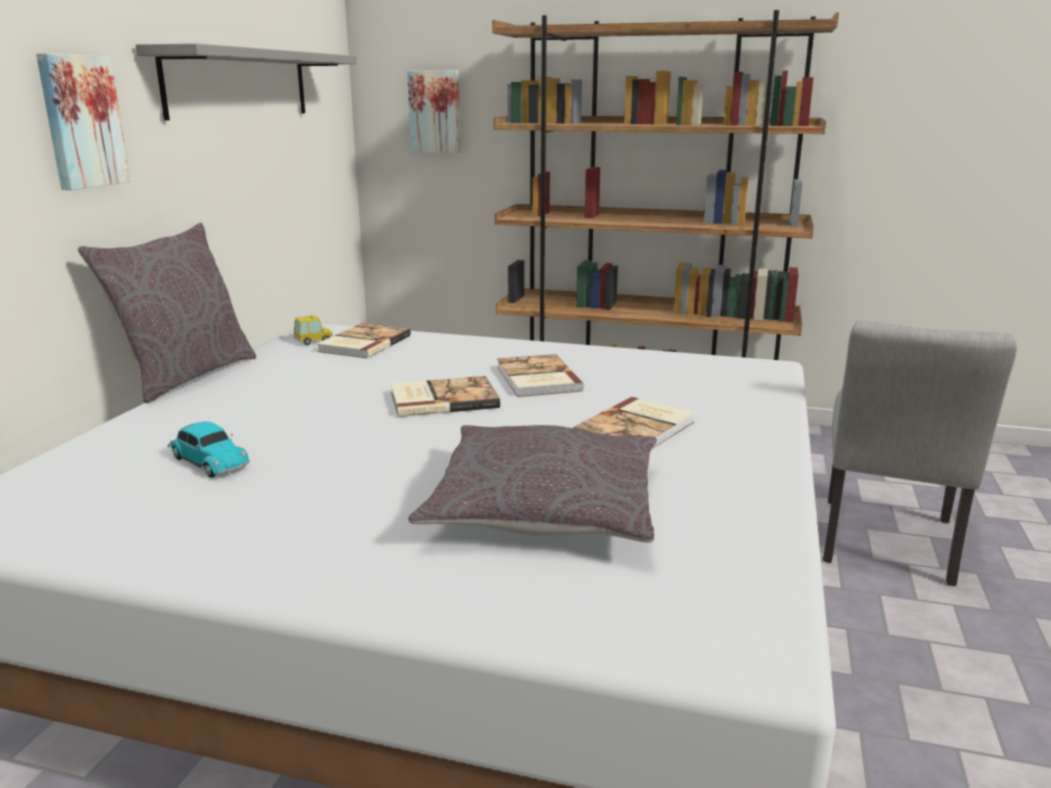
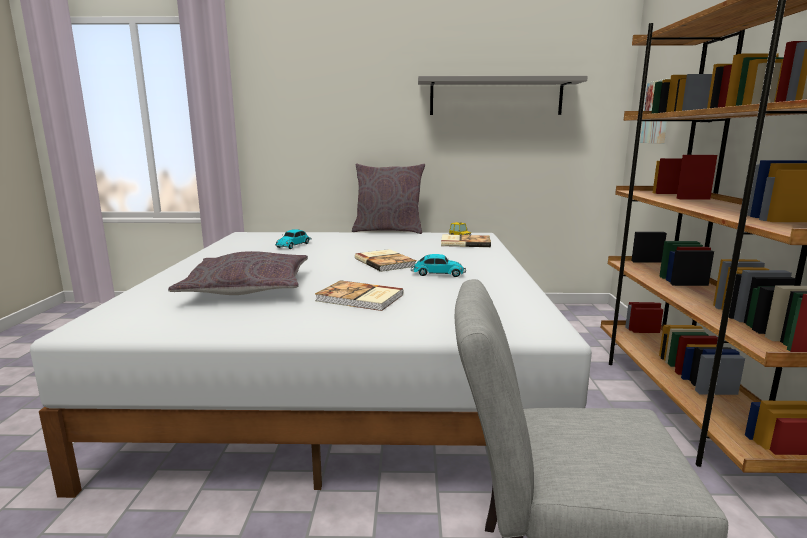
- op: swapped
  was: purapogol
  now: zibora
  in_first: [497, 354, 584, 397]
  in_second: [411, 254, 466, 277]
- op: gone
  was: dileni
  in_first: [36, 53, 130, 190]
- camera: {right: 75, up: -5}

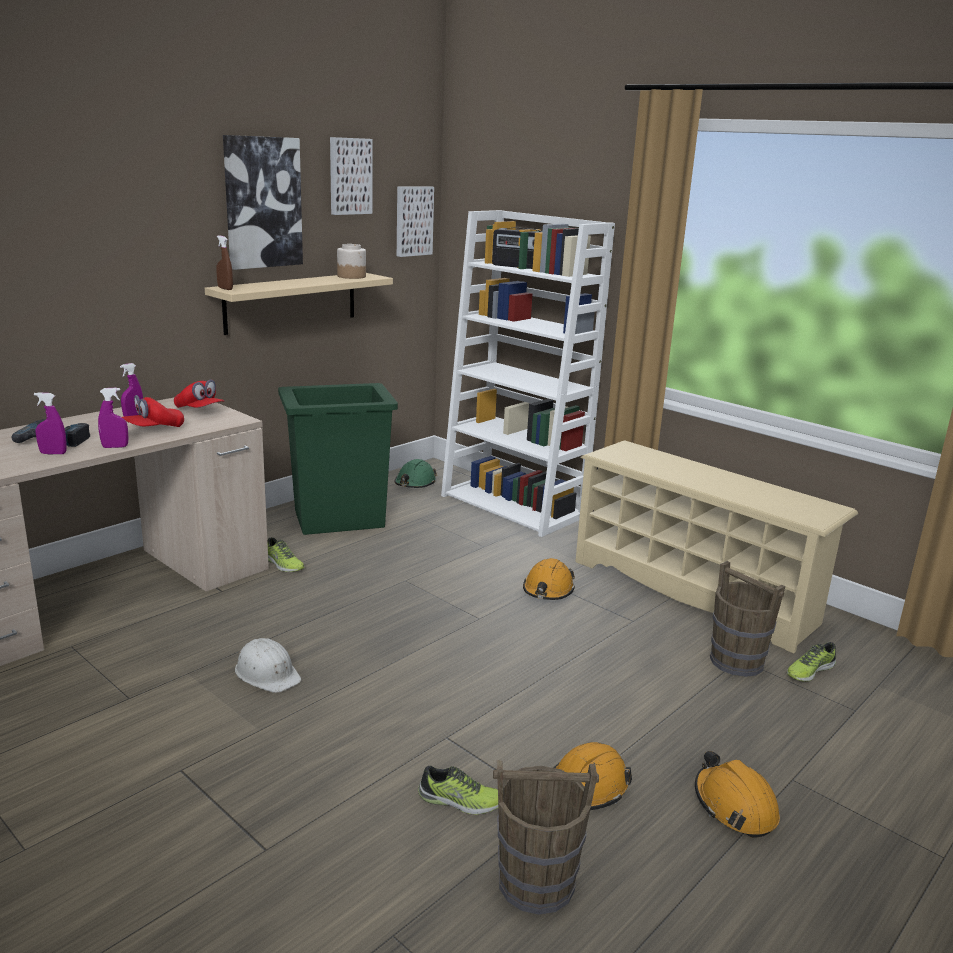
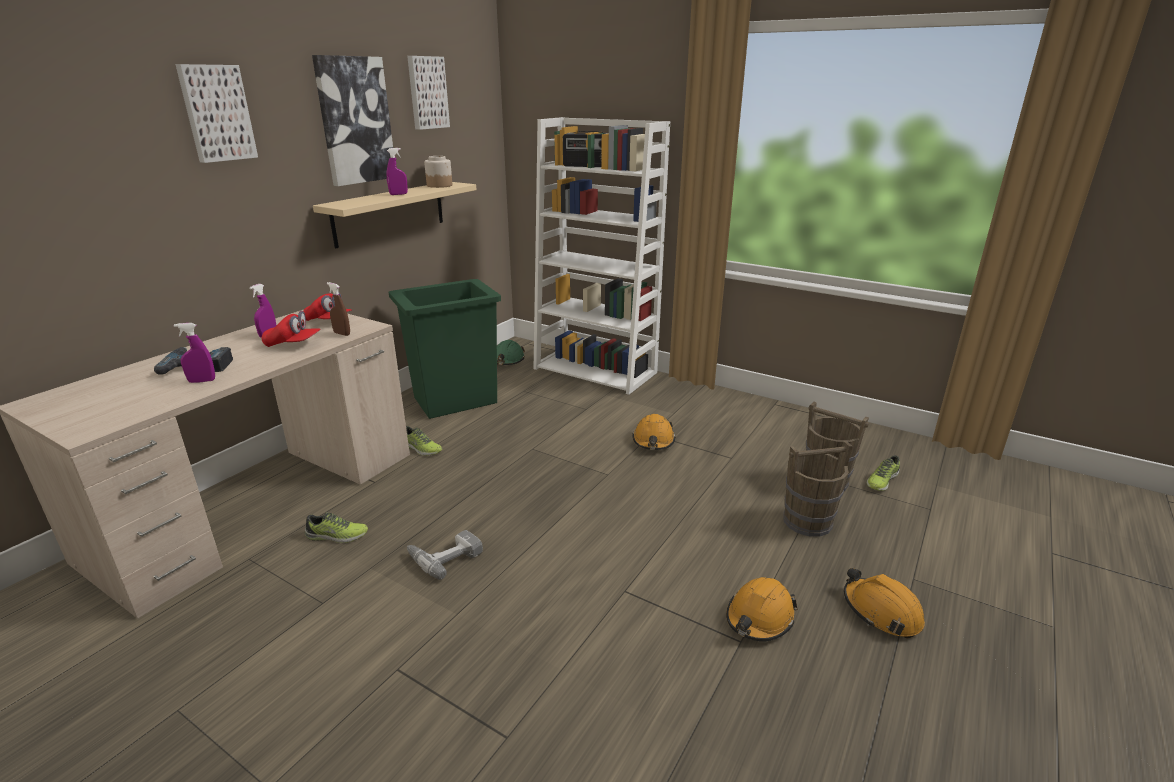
- op: shifted
  was: dileni
  in_first: [397, 186, 434, 257]
  in_second: [175, 64, 258, 163]
- op: rotated
  was: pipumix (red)
  in_first: [122, 395, 184, 427]
  in_second: [262, 311, 320, 347]
  clockwise: -120
- op: shifted
  was: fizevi
  in_first: [418, 766, 498, 815]
  in_second: [305, 512, 368, 543]
- op: shifted
  was: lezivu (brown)
  in_first: [216, 235, 233, 290]
  in_second: [327, 282, 350, 336]
- op: shifted
  was: lezivu (purple)
  in_first: [98, 388, 129, 448]
  in_second: [387, 148, 408, 195]
- op: swapped
  was: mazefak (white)
  now: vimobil
  in_first: [235, 638, 301, 693]
  in_second: [407, 530, 483, 580]
- op: shifted
  was: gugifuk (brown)
  in_first: [493, 760, 599, 915]
  in_second: [784, 441, 853, 537]
- op: gone
  was: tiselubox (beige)
  in_first: [575, 440, 858, 653]
- camera: {right: -10, up: 5}

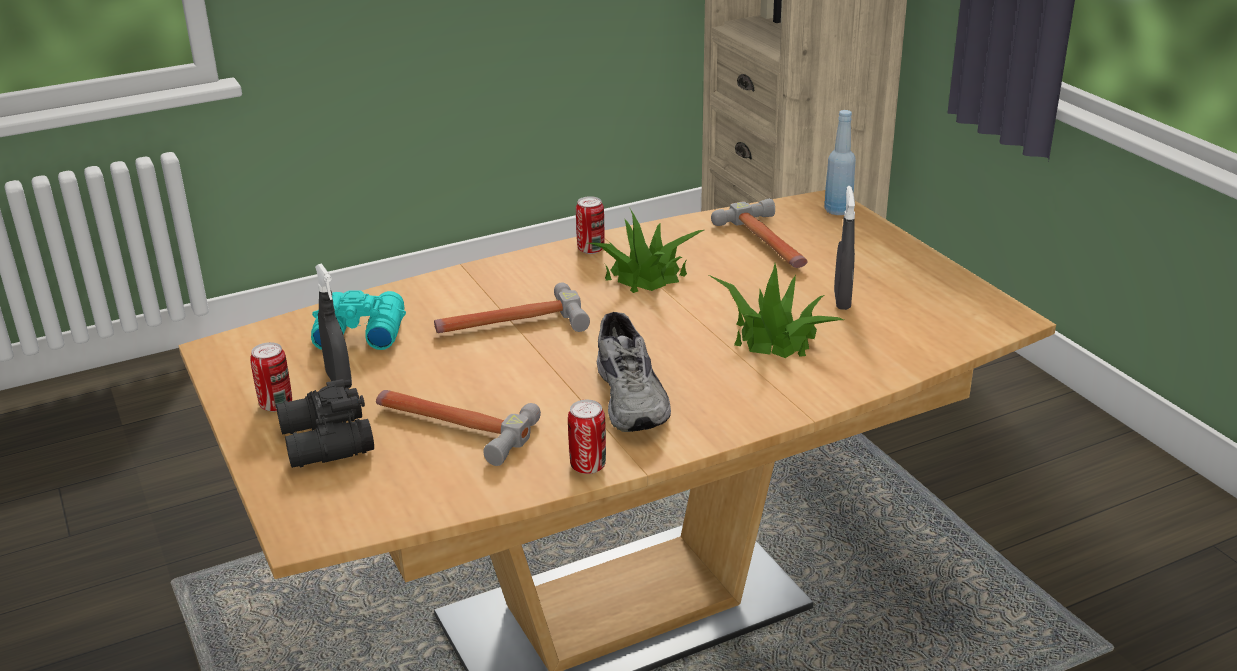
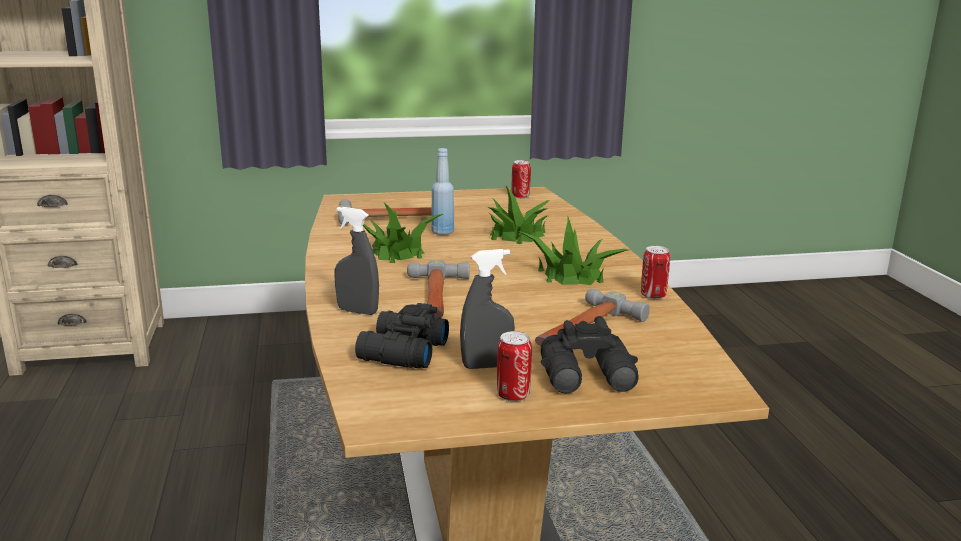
- op: shifted
  was: lezivu (grey)
  in_first: [834, 186, 855, 310]
  in_second: [334, 207, 379, 315]
- op: repainted
  was: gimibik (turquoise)
  now: gimibik (black)
  in_first: [311, 290, 406, 350]
  in_second: [355, 303, 449, 368]
- op: shifted
  was: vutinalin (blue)
  in_first: [824, 110, 856, 215]
  in_second: [431, 148, 454, 235]
- op: shifted
  was: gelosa
  in_first: [576, 196, 604, 254]
  in_second: [512, 160, 531, 198]
- op: swapped
  was: fizevi (grey)
  now: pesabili
  in_first: [597, 312, 671, 432]
  in_second: [518, 215, 629, 285]
- camera: {right: -75, up: -10}

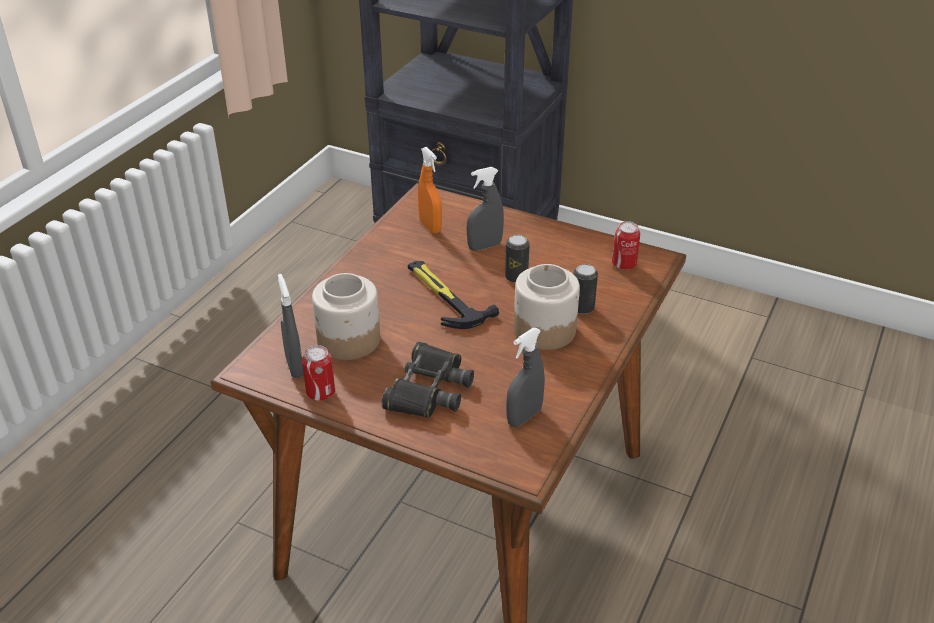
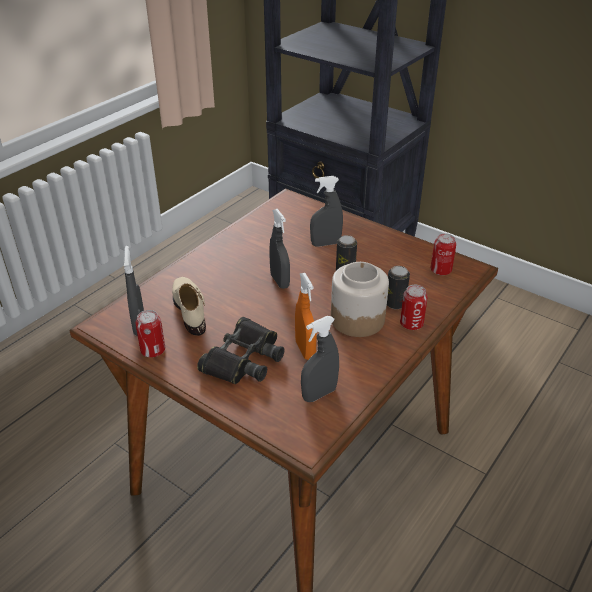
- op: swapped
  was: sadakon
  now: fizevi (beige)
  in_first: [312, 273, 380, 360]
  in_second: [172, 277, 206, 336]
- op: swapped
  was: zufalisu
  now: lezivu (grey)
  in_first: [408, 261, 499, 329]
  in_second: [269, 209, 290, 289]
- op: shifted
  was: lezivu (orange)
  in_first: [418, 147, 442, 233]
  in_second: [295, 273, 317, 360]
- op: new
  now: gelosa
  in_second: [400, 285, 428, 330]
- camera: {right: 10, up: 0}

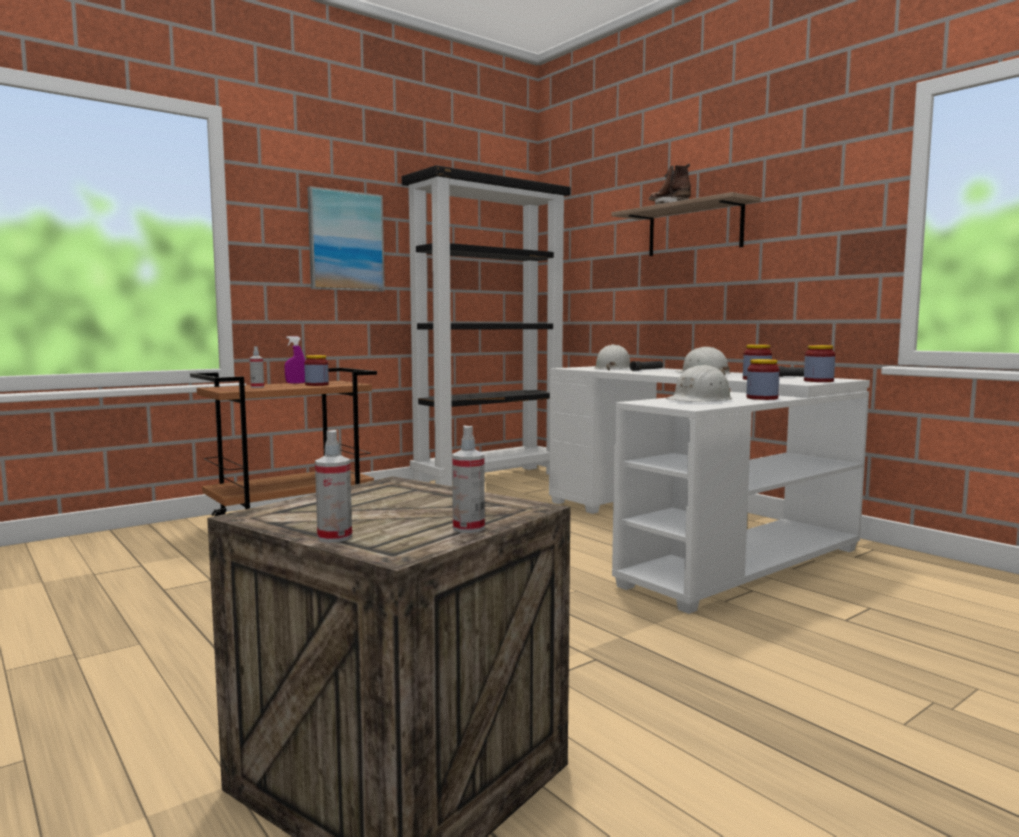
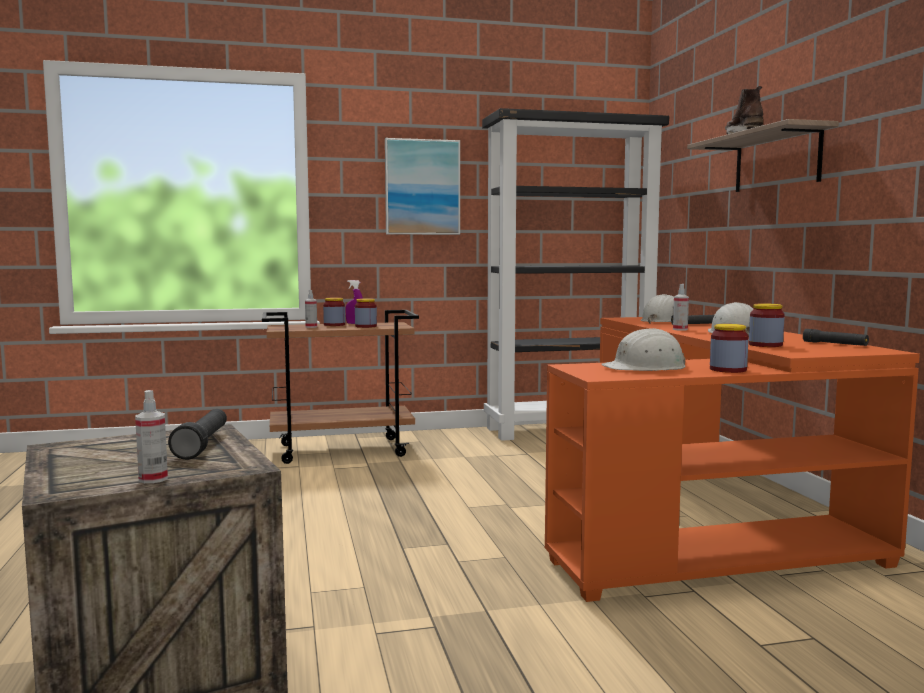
- op: new
  now: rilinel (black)
  in_second: [168, 409, 227, 460]
- op: shifted
  was: sadakon
  in_first: [804, 345, 835, 382]
  in_second: [323, 297, 345, 326]
- op: repainted
  was: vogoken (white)
  now: vogoken (orange)
  in_first: [549, 366, 870, 614]
  in_second: [545, 317, 920, 602]
- op: shifted
  was: lezivu
  in_first: [315, 430, 352, 543]
  in_second: [673, 284, 689, 331]
- camera: {right: 25, up: 0}

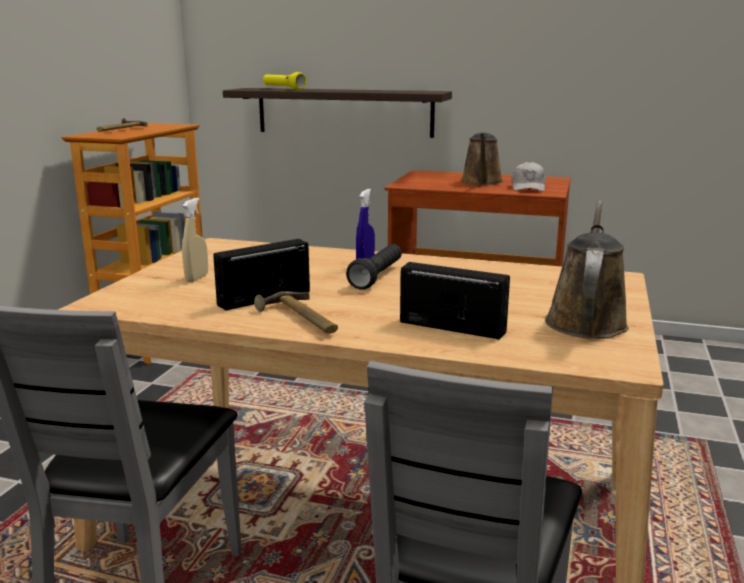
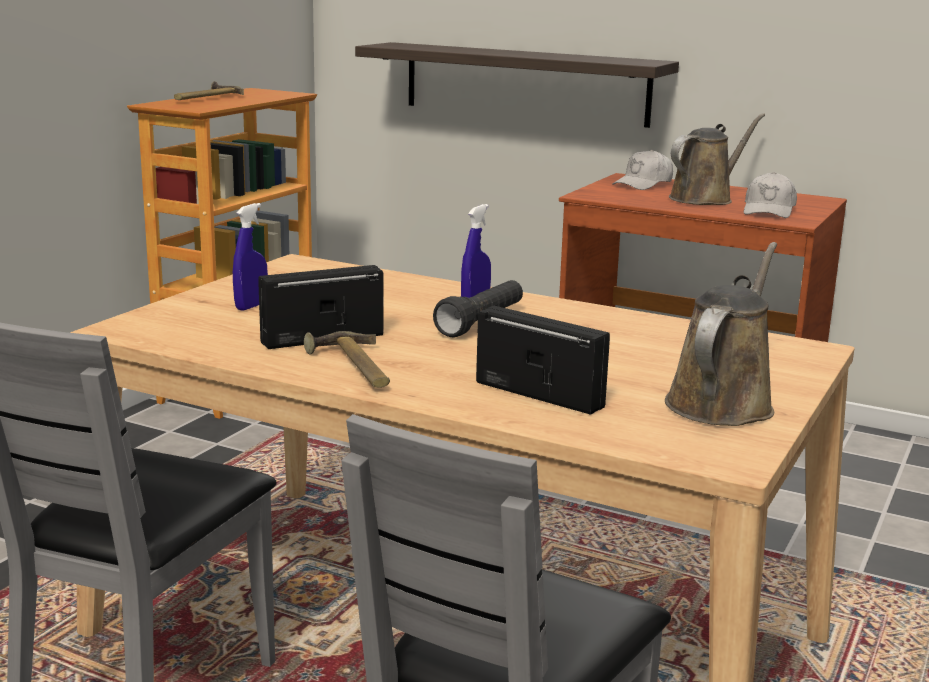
- op: repainted
  was: lezivu (beige)
  now: lezivu (blue)
  in_first: [182, 198, 208, 282]
  in_second: [233, 203, 268, 311]
- op: new
  now: pipumix (white)
  in_second: [613, 150, 673, 190]
- op: rotated
  was: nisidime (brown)
  in_first: [461, 133, 503, 185]
  in_second: [669, 113, 765, 205]
  clockwise: -150
- op: gone
  was: rilinel (yellow)
  in_first: [263, 72, 307, 90]
- camera: {right: 10, up: 0}

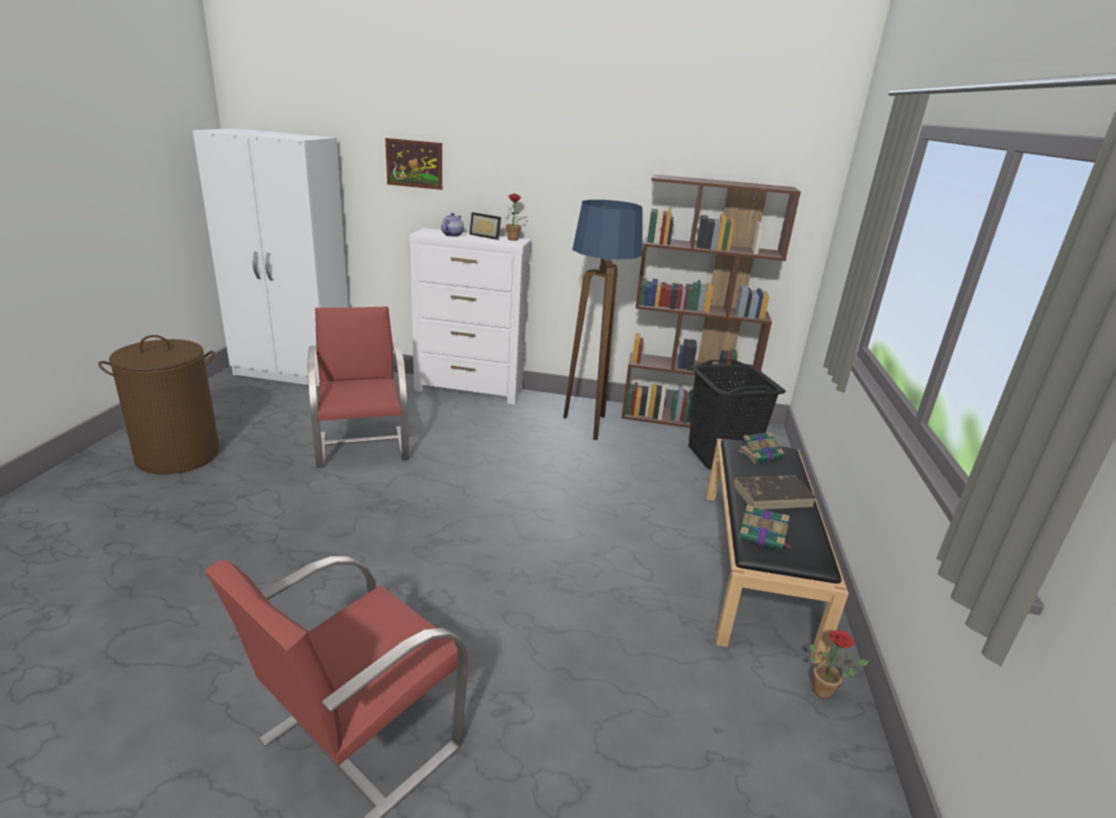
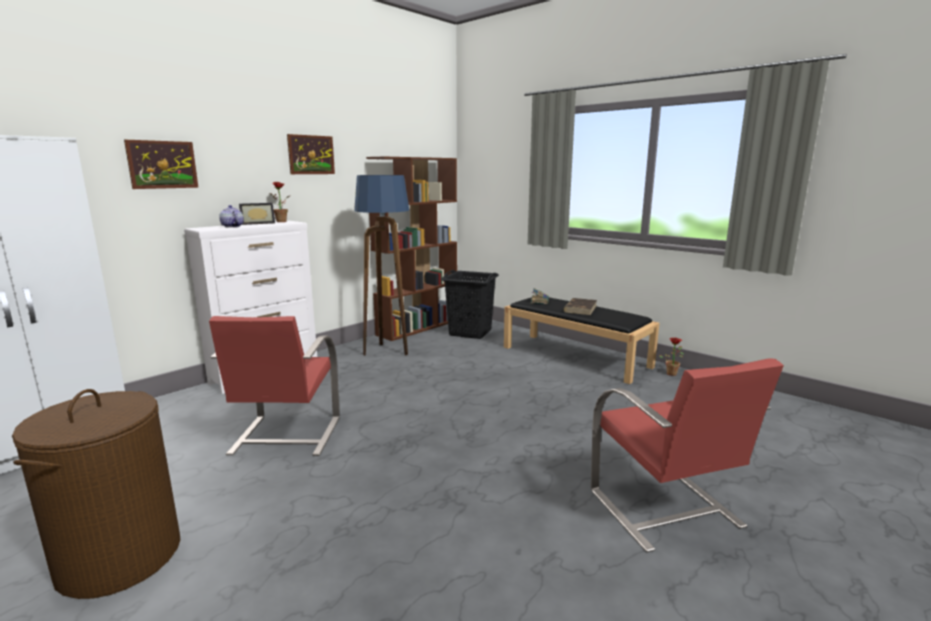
- op: rotated
  was: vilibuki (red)
  in_first: [308, 307, 409, 468]
  in_second: [209, 316, 340, 456]
  clockwise: -105
- op: new
  now: dileni
  in_second: [287, 134, 335, 174]
- op: gone
  was: purapogol
  in_first: [739, 505, 792, 551]
- camera: {right: -55, up: -10}

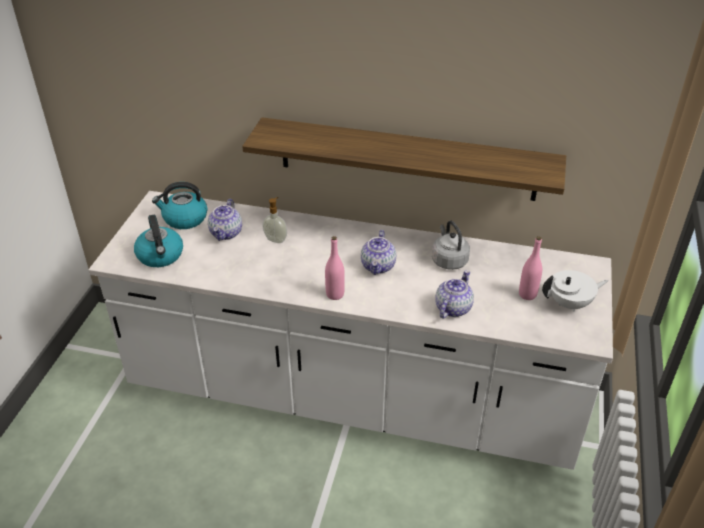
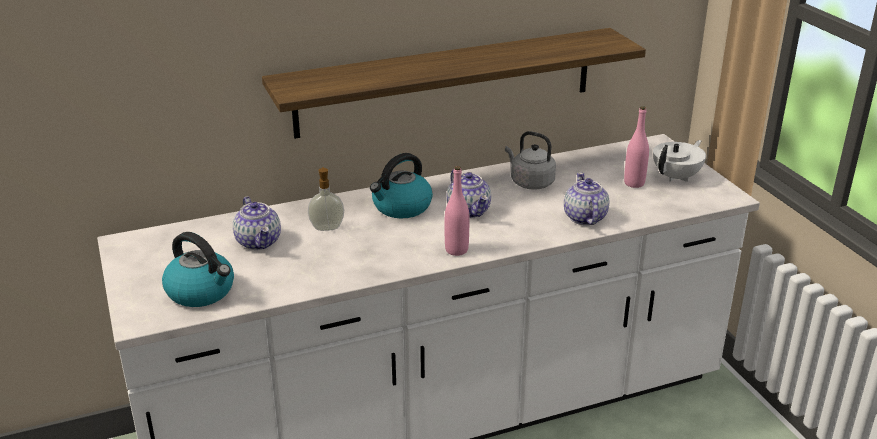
- op: shifted
  was: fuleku
  in_first: [152, 182, 207, 229]
  in_second: [370, 153, 433, 218]
- camera: {right: -35, up: -10}

